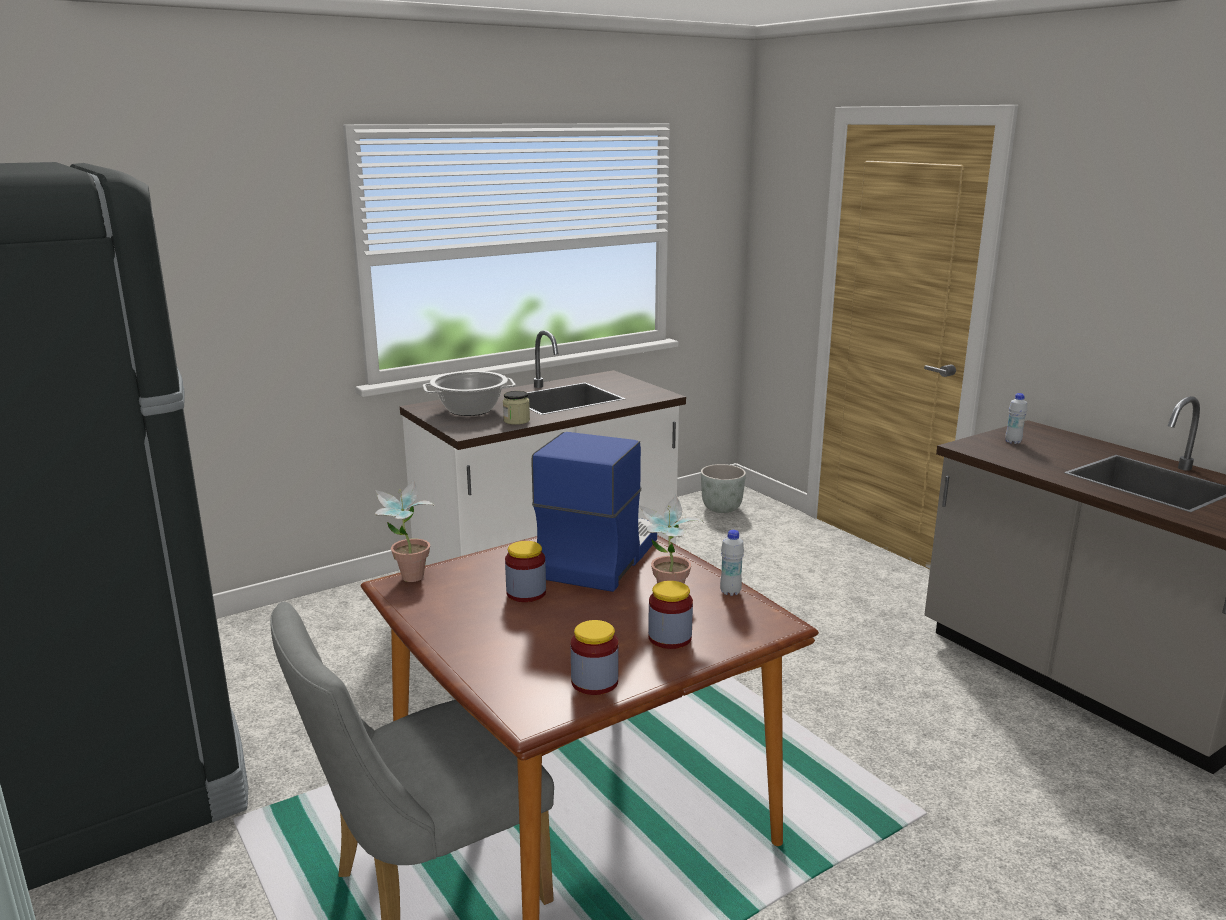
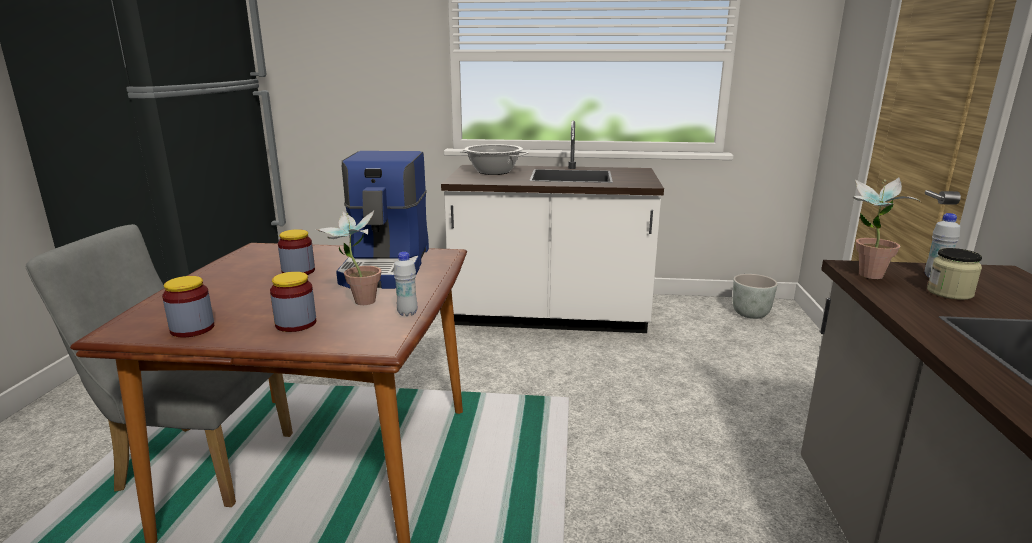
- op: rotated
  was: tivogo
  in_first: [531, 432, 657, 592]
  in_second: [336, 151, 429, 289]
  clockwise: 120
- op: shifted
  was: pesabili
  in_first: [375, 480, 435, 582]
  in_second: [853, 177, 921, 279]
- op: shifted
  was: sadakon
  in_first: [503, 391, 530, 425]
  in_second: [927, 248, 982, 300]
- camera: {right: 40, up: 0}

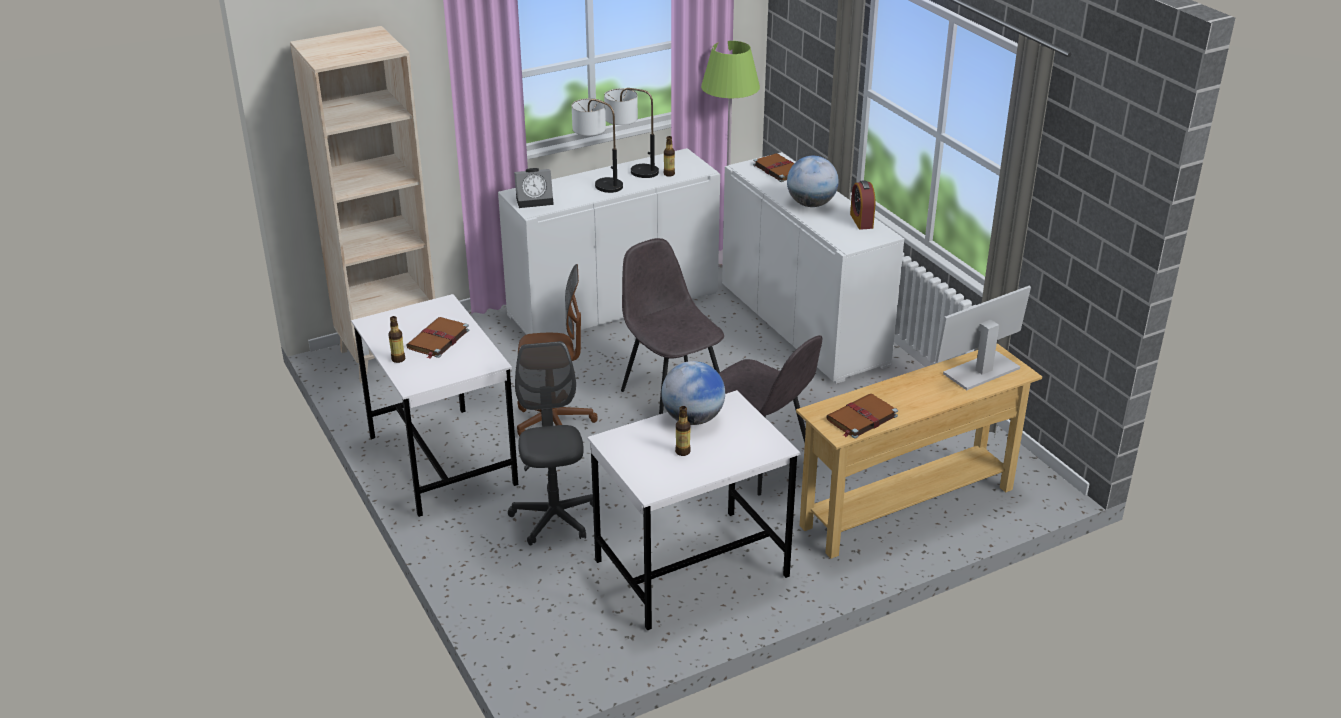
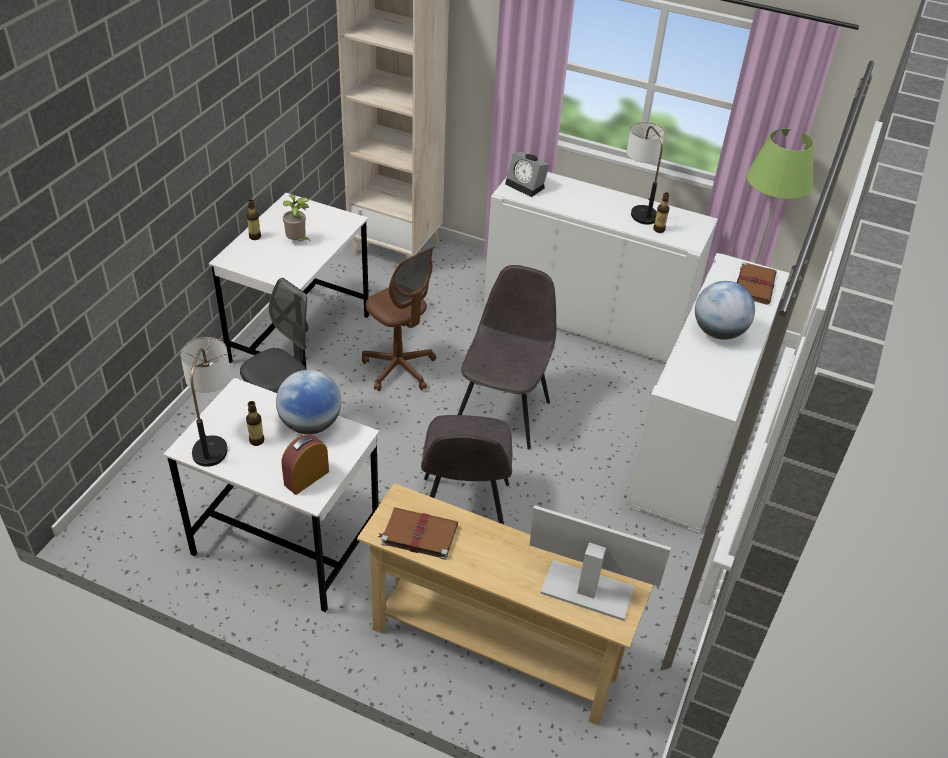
- op: shifted
  was: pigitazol
  in_first: [572, 98, 623, 193]
  in_second: [180, 337, 231, 467]
- op: shifted
  was: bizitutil
  in_first: [850, 180, 875, 230]
  in_second: [281, 434, 329, 495]
- op: swapped
  was: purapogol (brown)
  now: pesabili
  in_first: [406, 317, 469, 359]
  in_second: [283, 194, 309, 241]
- camera: {right: 50, up: 10}

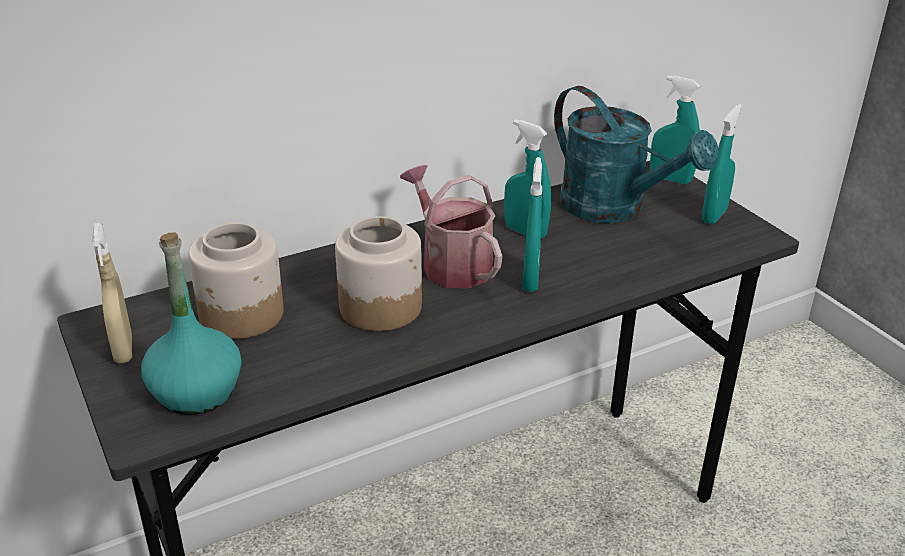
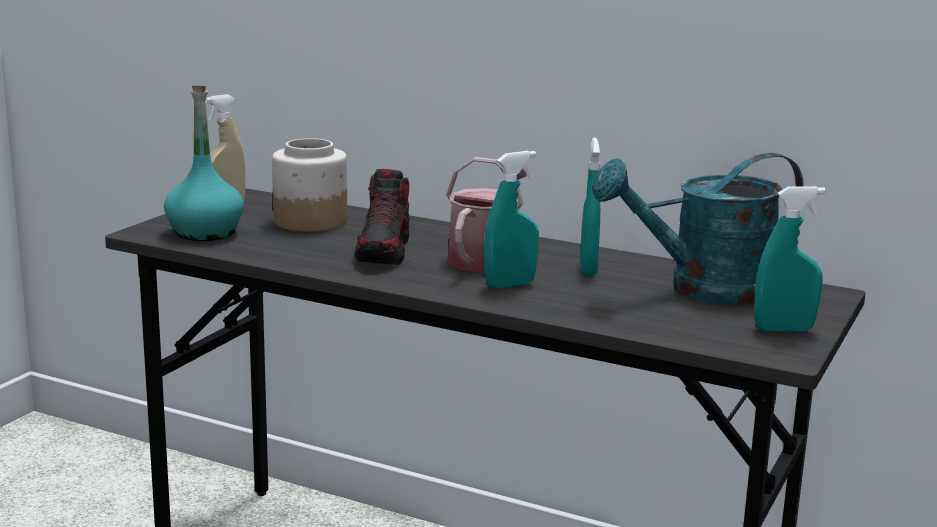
- op: swapped
  was: sadakon
  now: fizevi
  in_first: [335, 216, 422, 331]
  in_second: [355, 169, 410, 265]
- op: rotated
  was: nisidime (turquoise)
  in_first: [554, 86, 718, 223]
  in_second: [592, 153, 804, 305]
  clockwise: 60
- op: gone
  was: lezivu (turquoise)
  in_first: [650, 75, 700, 184]
- camera: {right: 55, up: -15}

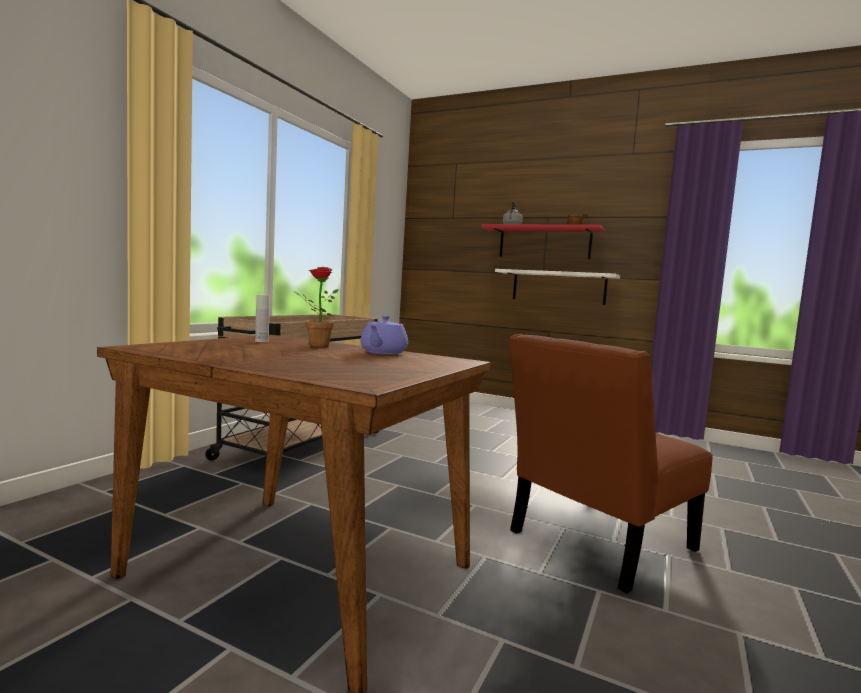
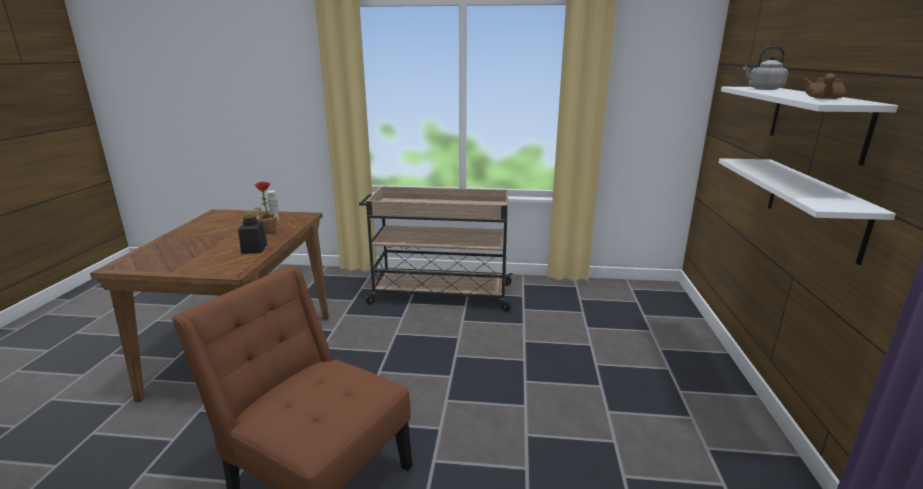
- op: swapped
  was: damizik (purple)
  now: sadakon (black)
  in_first: [361, 315, 408, 354]
  in_second: [238, 215, 267, 254]
- op: repainted
  was: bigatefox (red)
  now: bigatefox (white)
  in_first: [481, 224, 605, 259]
  in_second: [721, 87, 898, 166]
- camera: {right: 70, up: 15}

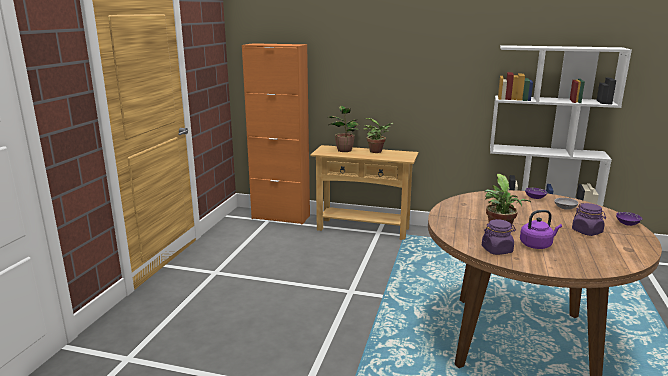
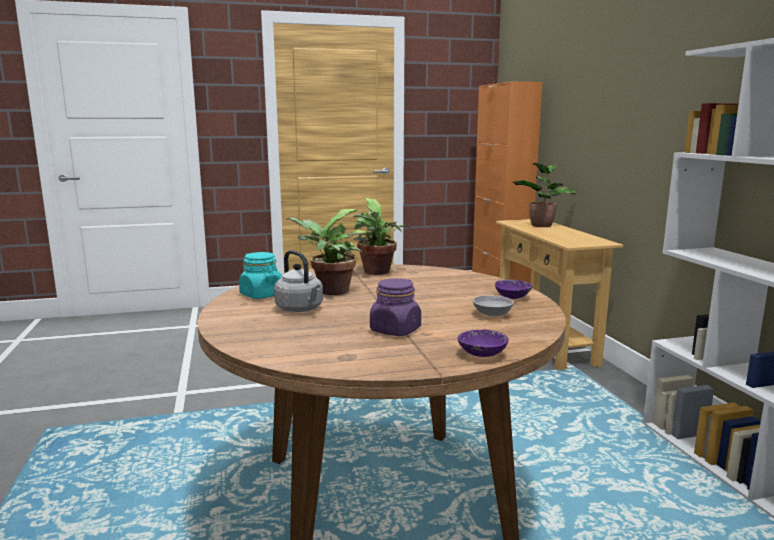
- op: repainted
  was: sadakon (purple)
  now: sadakon (turquoise)
  in_first: [482, 219, 516, 255]
  in_second: [239, 252, 282, 299]
- op: repainted
  was: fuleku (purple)
  now: fuleku (grey)
  in_first: [520, 210, 562, 249]
  in_second: [274, 250, 323, 312]
- op: shifted
  was: pesabili
  in_first: [363, 118, 393, 153]
  in_second: [353, 198, 411, 275]
- camera: {right: 60, up: -5}

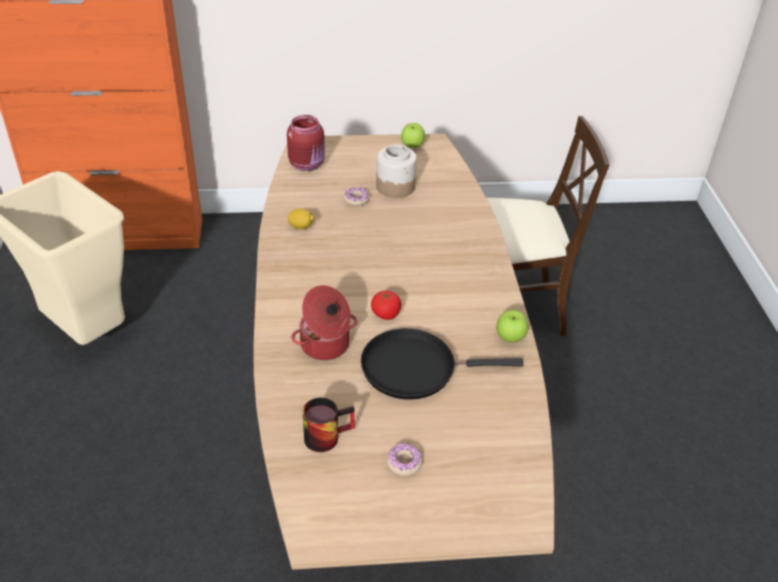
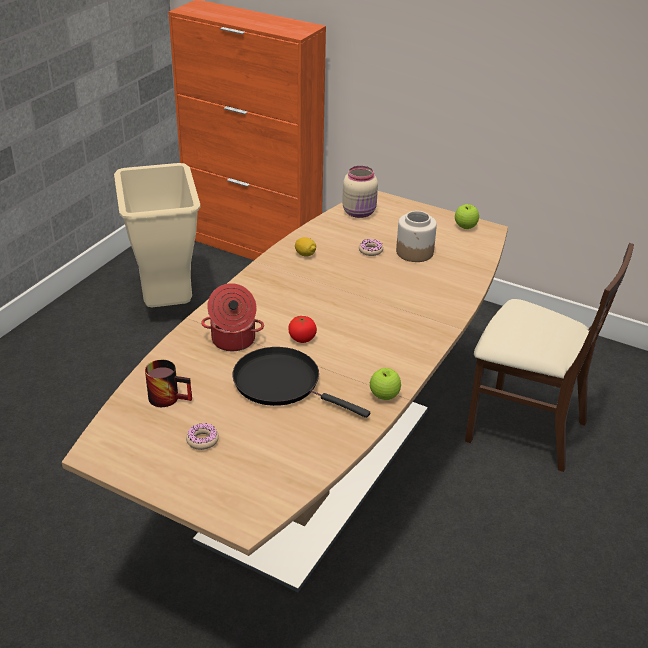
- op: repainted
  was: sadakon (red)
  now: sadakon (beige)
  in_first: [287, 115, 325, 171]
  in_second: [342, 166, 378, 218]
- camera: {right: 35, up: -5}

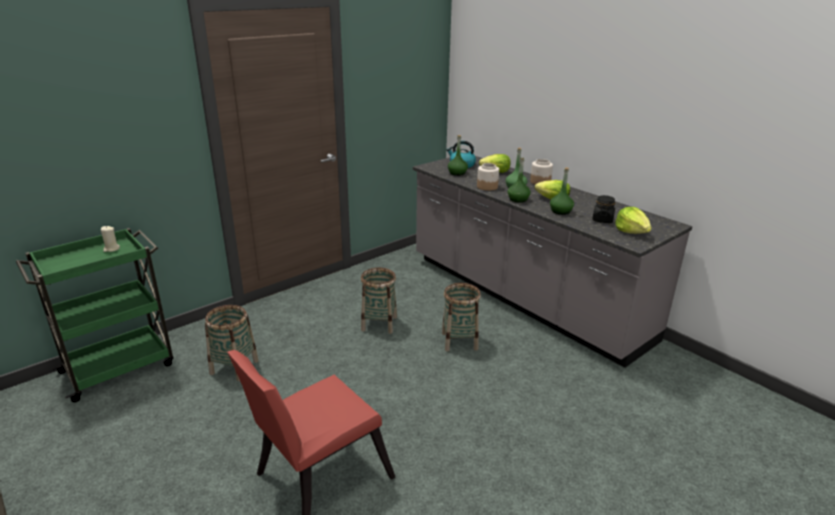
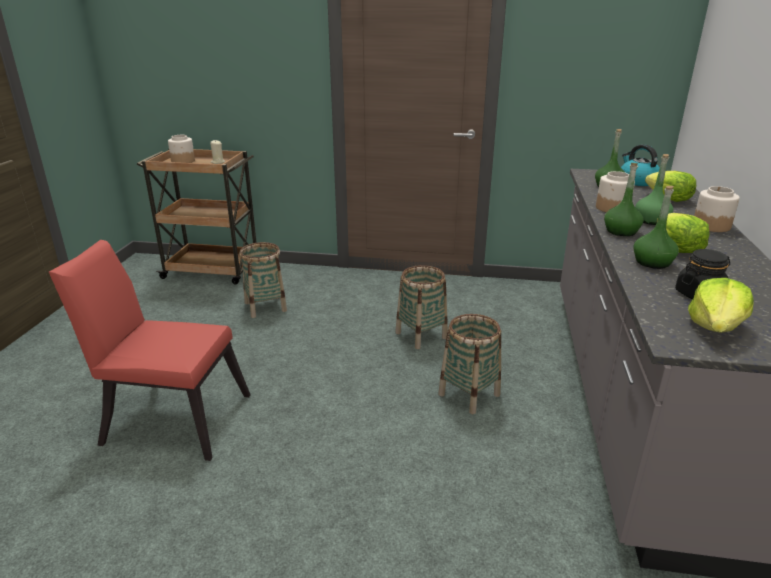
- op: repainted
  was: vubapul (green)
  now: vubapul (brown)
  in_first: [16, 228, 173, 403]
  in_second: [137, 149, 257, 284]
- op: new
  now: sadakon
  in_second: [168, 135, 195, 163]
- camera: {right: 50, up: 0}

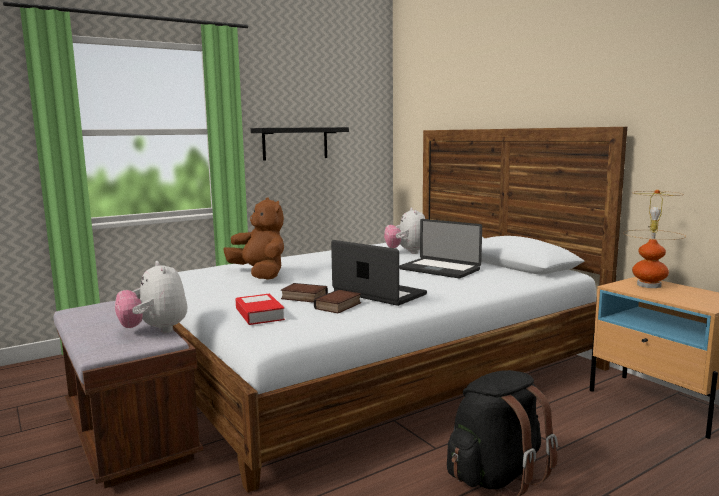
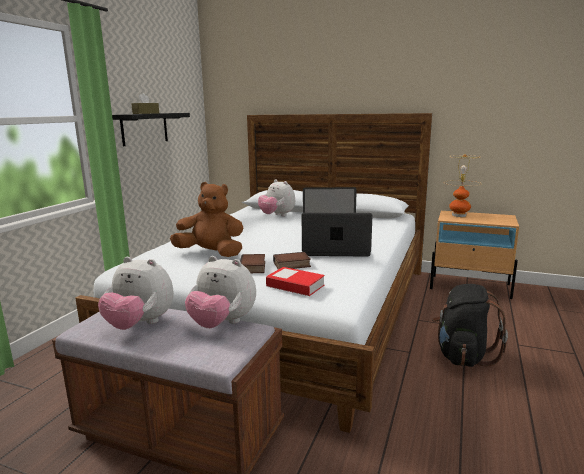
- op: new
  now: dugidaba
  in_second: [98, 257, 174, 330]
- op: new
  now: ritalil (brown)
  in_second: [131, 93, 159, 114]
- op: shifted
  was: purapogol
  in_first: [314, 290, 361, 313]
  in_second: [240, 254, 265, 273]
- camera: {right: -35, up: 5}

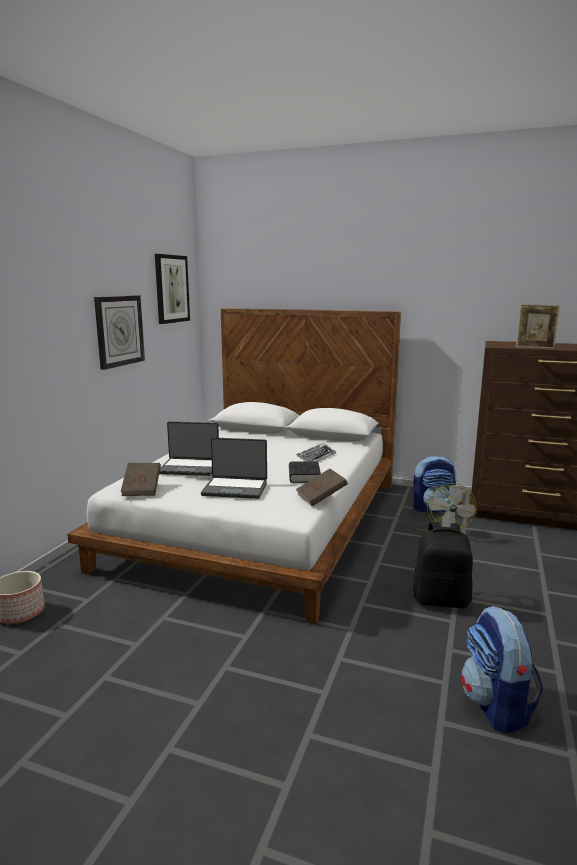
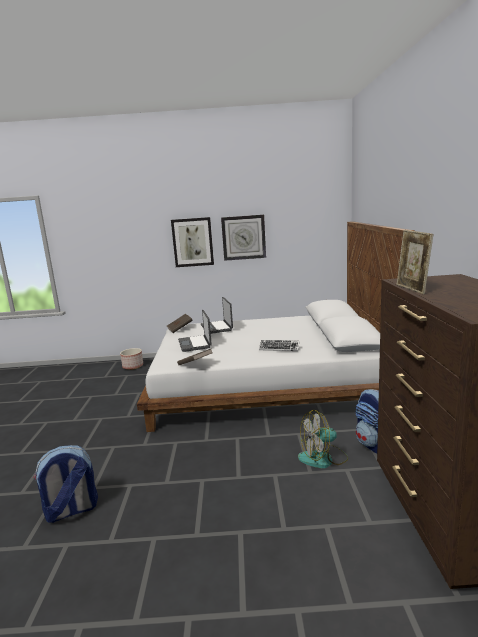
- op: shifted
  was: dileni
  in_first: [155, 254, 190, 324]
  in_second: [171, 217, 214, 267]
- op: gone
  was: purapogol (black)
  in_first: [289, 461, 321, 483]
- op: gone
  was: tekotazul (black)
  in_first: [413, 522, 473, 609]
- camera: {right: 70, up: 0}

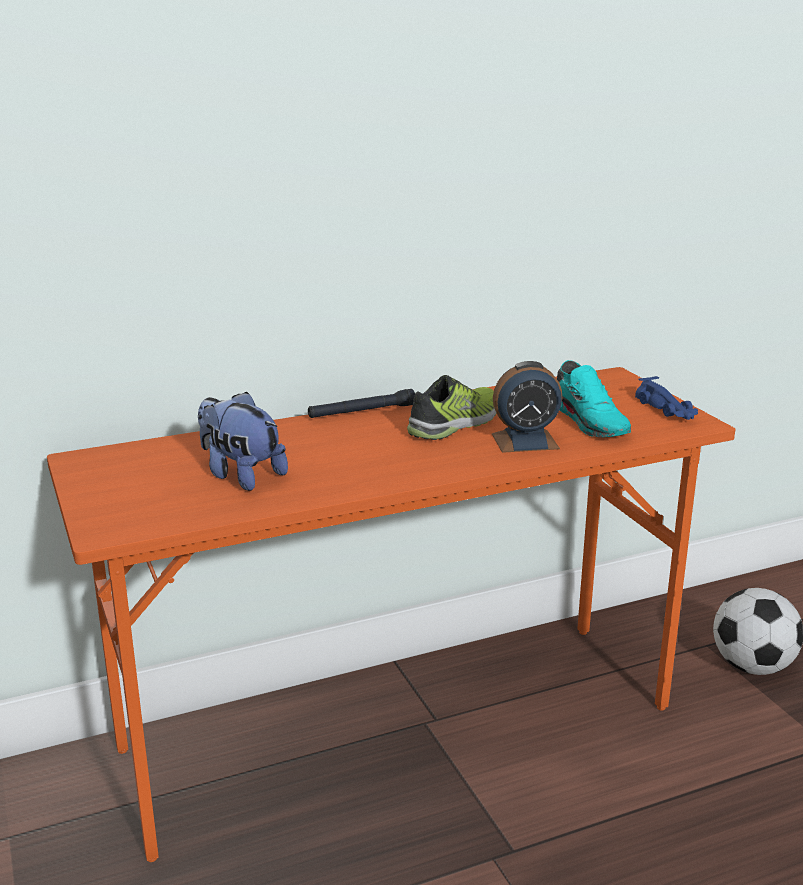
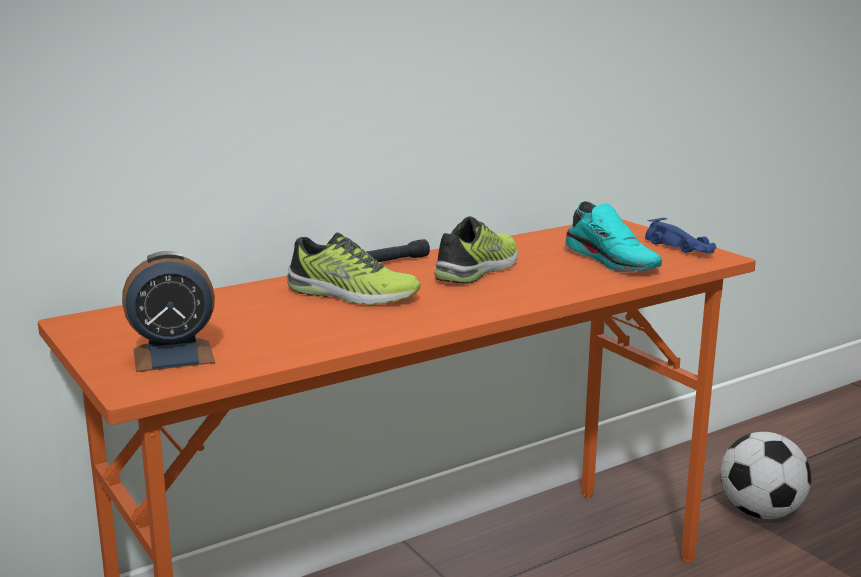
- op: shifted
  was: bizitutil
  in_first: [492, 361, 562, 453]
  in_second: [122, 251, 215, 372]
- op: new
  now: fizevi
  in_second: [287, 233, 421, 305]
- op: gone
  was: dugidaba
  in_first: [198, 391, 288, 491]
- camera: {right: -10, up: -5}

